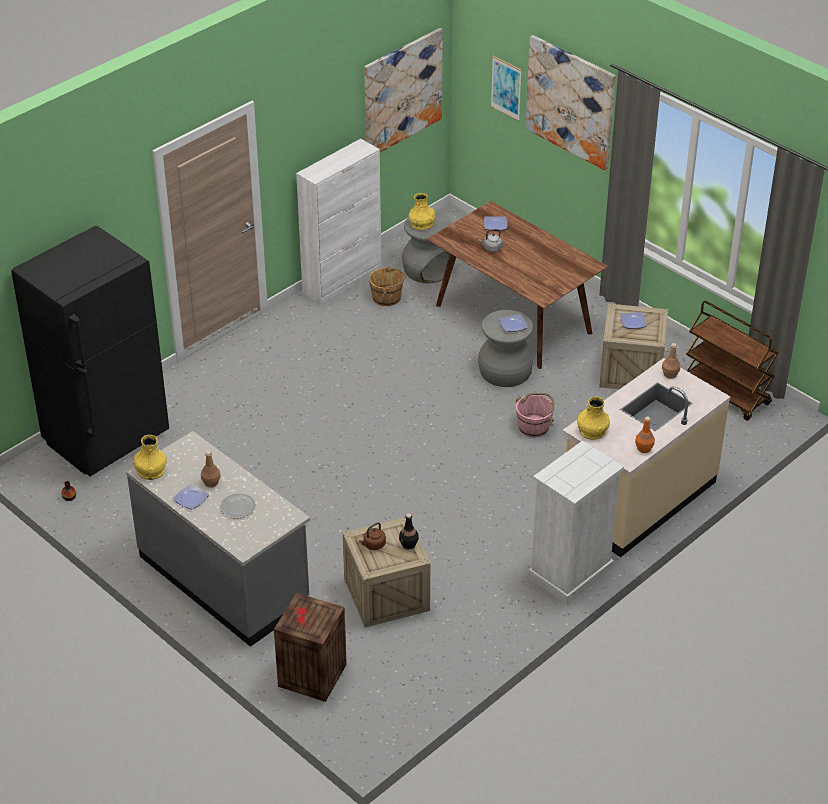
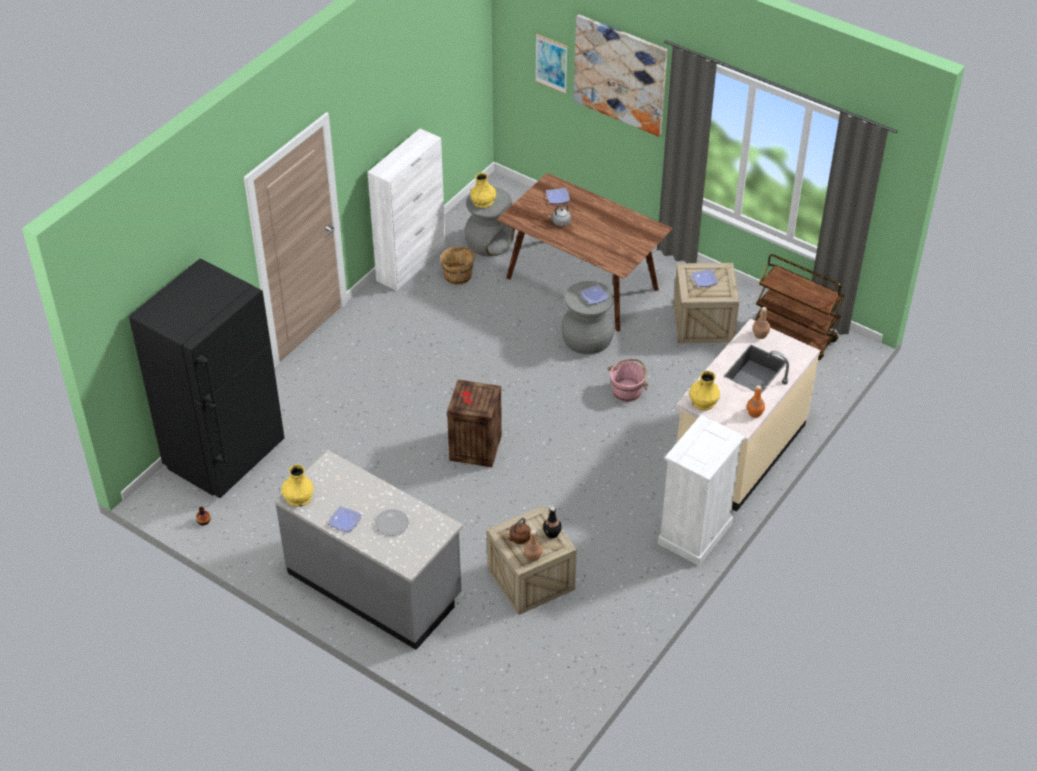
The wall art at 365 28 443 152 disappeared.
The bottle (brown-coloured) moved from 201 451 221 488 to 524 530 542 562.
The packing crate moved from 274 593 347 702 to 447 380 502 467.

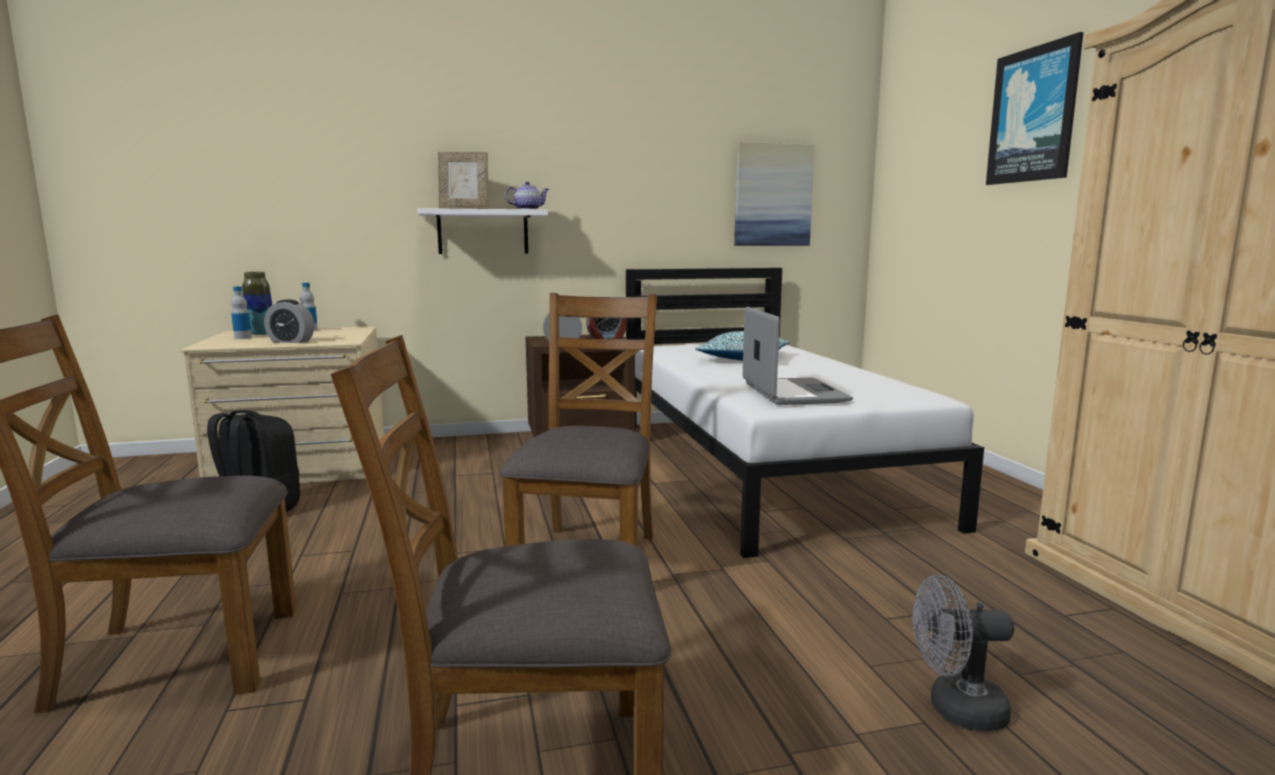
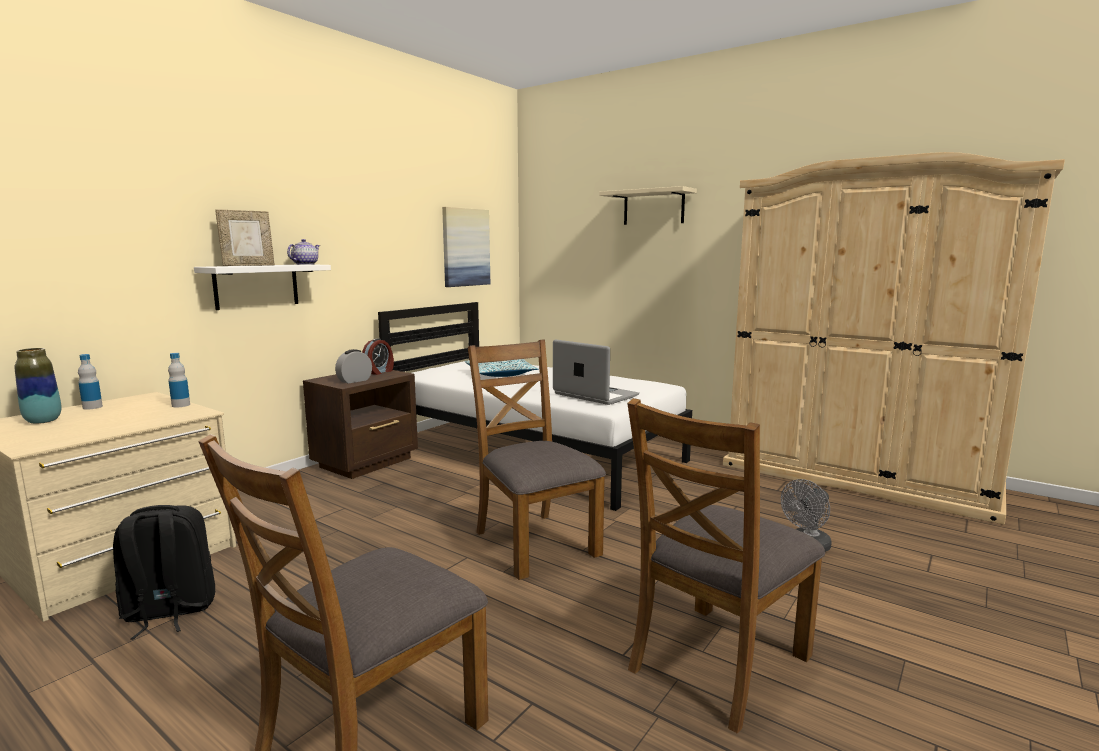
The bedside clock at 264 299 314 343 disappeared.
The bottle moved from 231 286 252 339 to 168 353 190 407.
The wall art at 986 32 1084 185 was replaced by the shelf (beige-coloured) at 599 186 697 225.

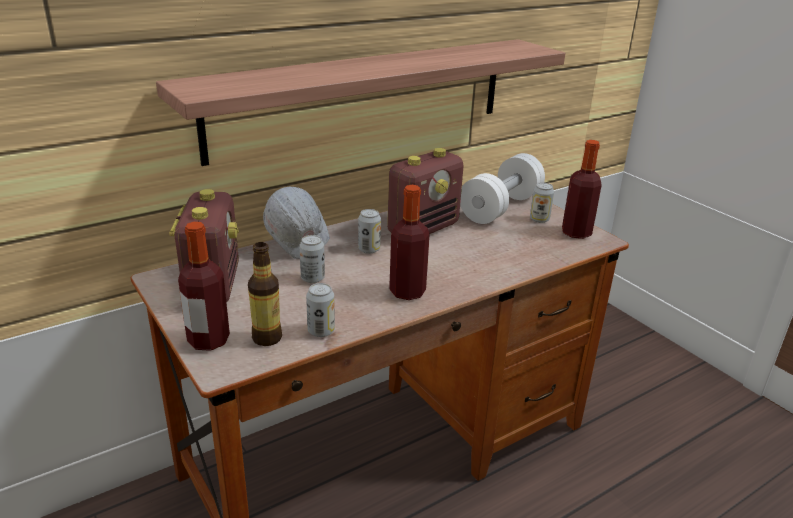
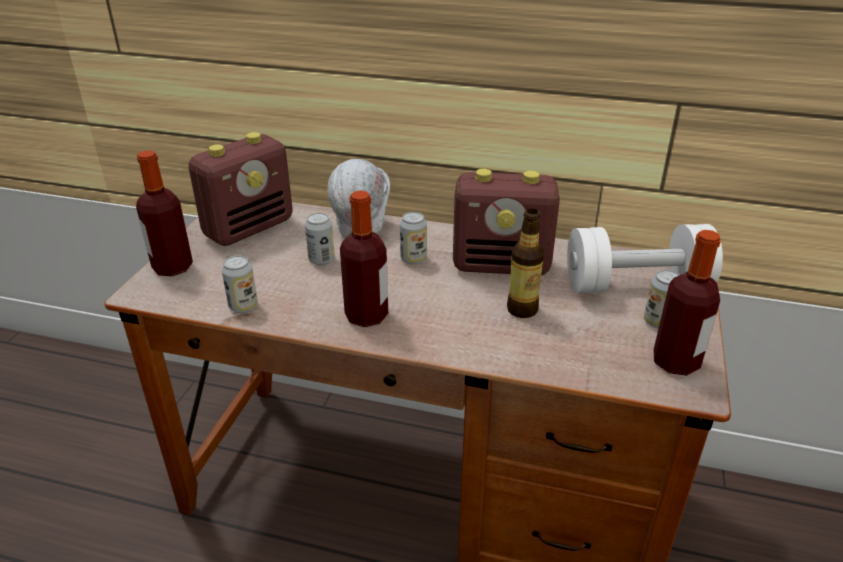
The shelf at 156 39 565 166 disappeared.
The bottle moved from 248 242 282 346 to 507 208 544 318.

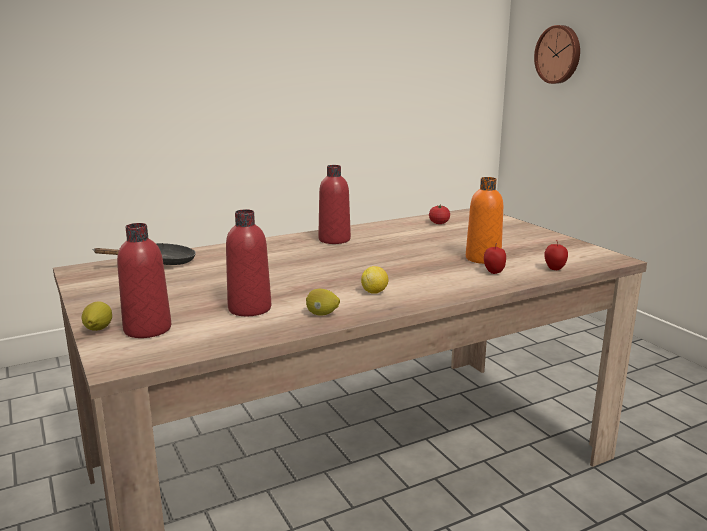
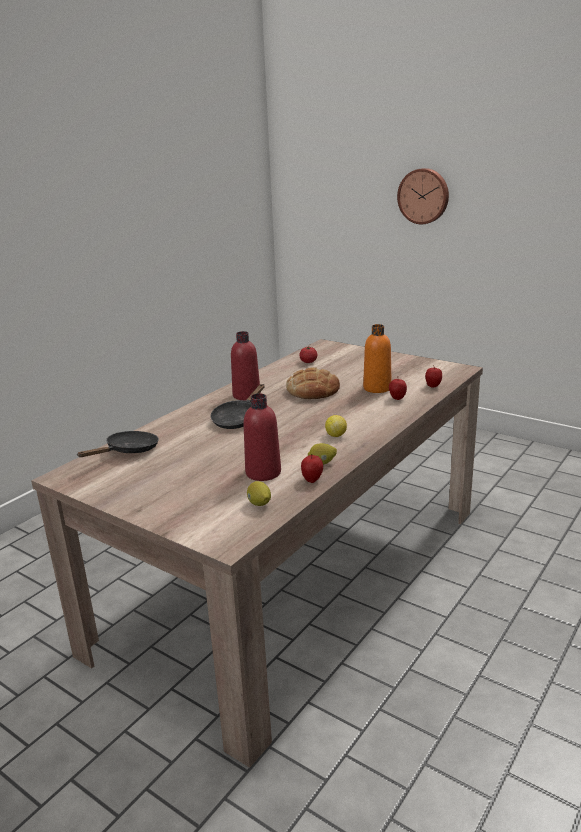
The bottle (red) at 117 223 171 338 disappeared.
The pan (black-coloured) at 211 384 265 429 appeared.
The bakery bread at 286 367 340 399 appeared.
The whole apple at 301 454 323 483 appeared.
The whole lemon moved from 82 301 112 331 to 247 481 271 506.
The hanging clock moved from 534 25 580 84 to 397 168 449 224.

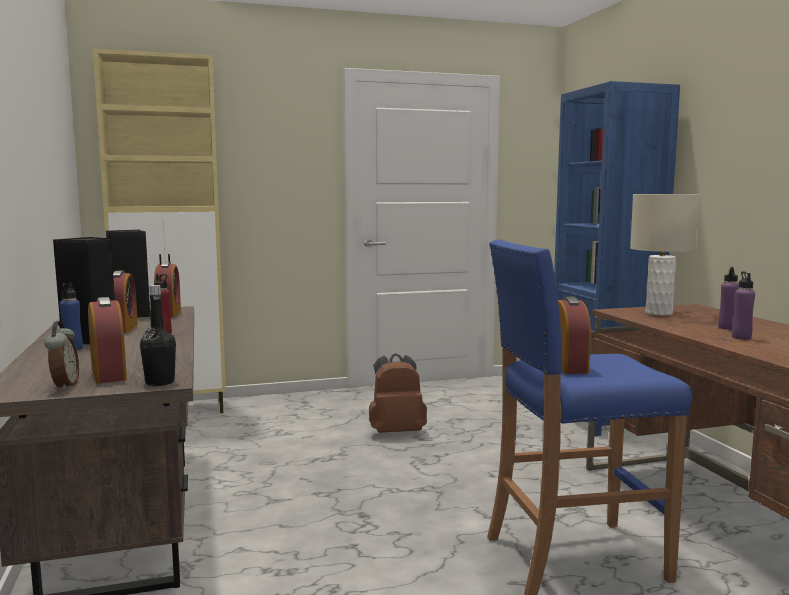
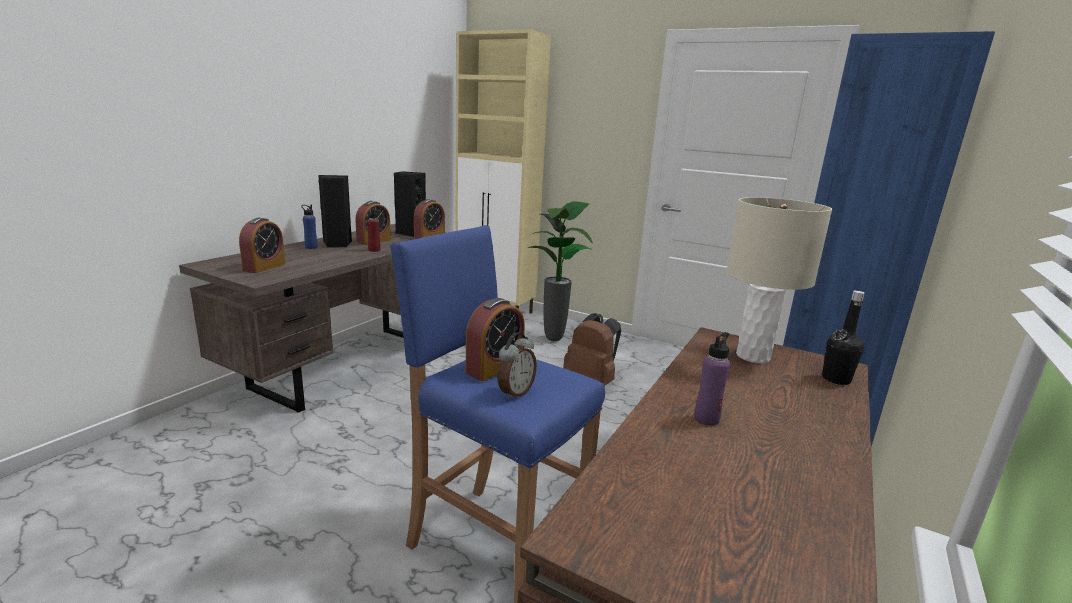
The bottle (purplish) at 718 267 739 330 disappeared.
The plant in a pot at 528 202 593 341 appeared.
The bedside clock moved from 44 321 79 391 to 497 332 537 400.
The bottle (black-coloured) moved from 140 285 176 386 to 822 291 865 385.

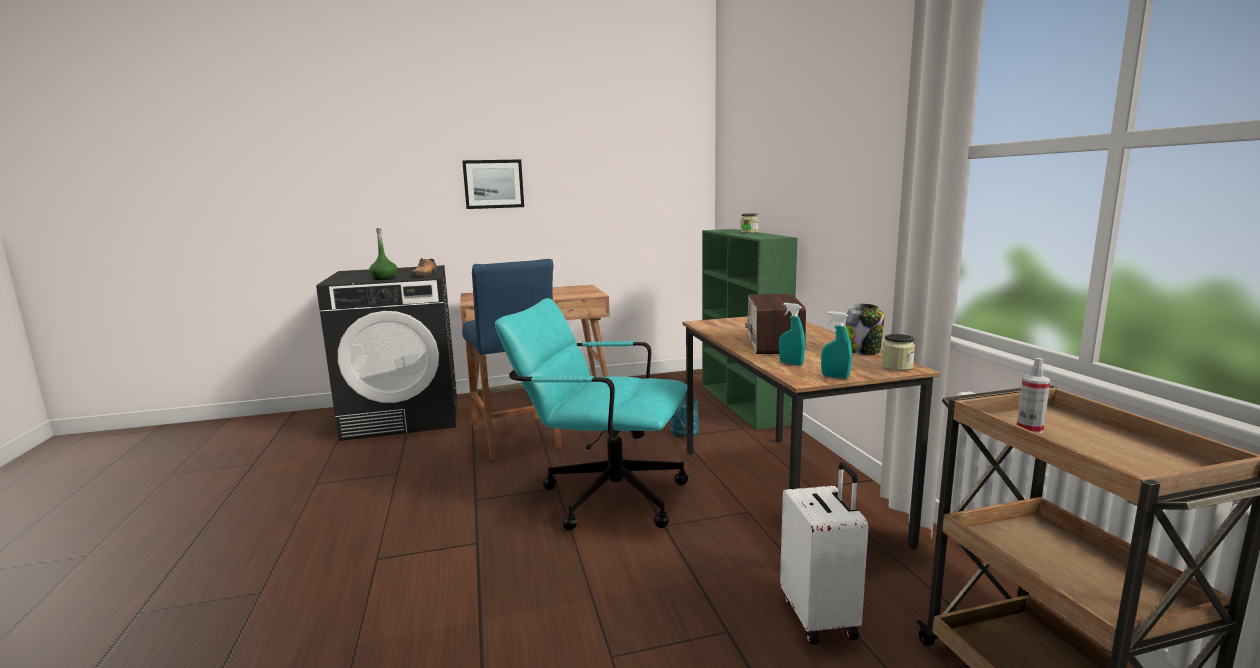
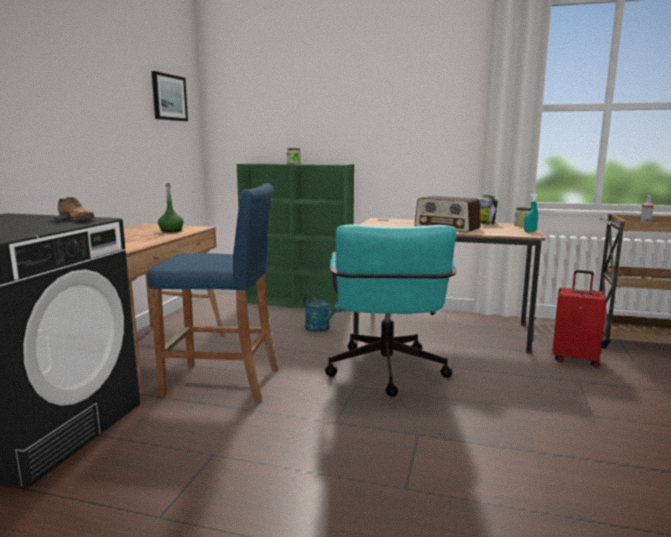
The spray bottle (turquoise-coloured) at 779 303 805 366 disappeared.
The bottle (green-coloured) moved from 369 228 397 280 to 158 183 184 232.
The wall art moved from 462 160 524 209 to 152 71 188 121.
The piece of luggage (whitish) at 780 462 868 645 became the piece of luggage (red) at 552 270 607 368.
The desk chair (turquoise-coloured) at 495 298 688 531 turned 45 degrees counterclockwise.

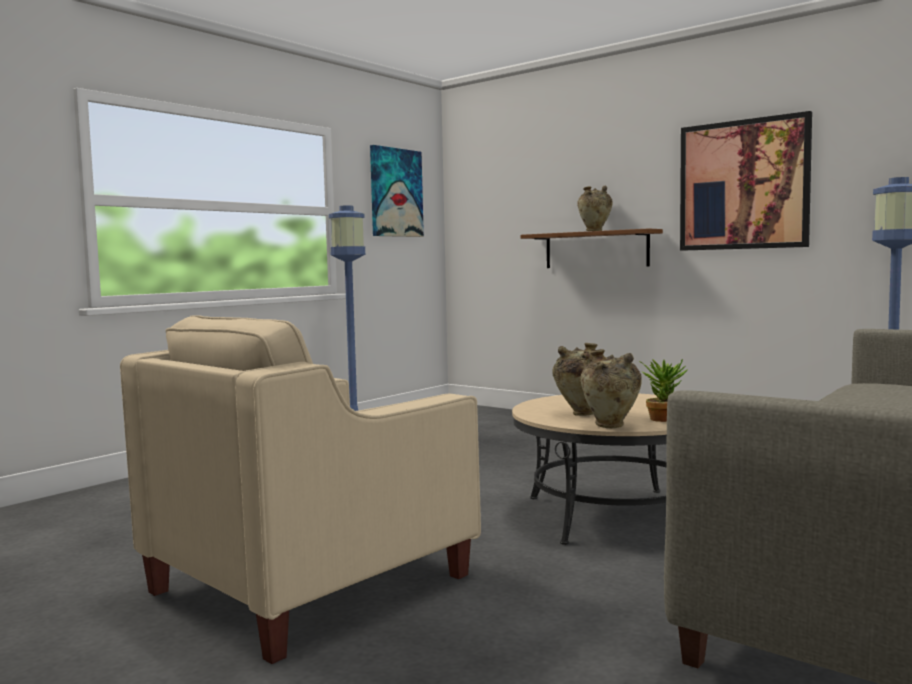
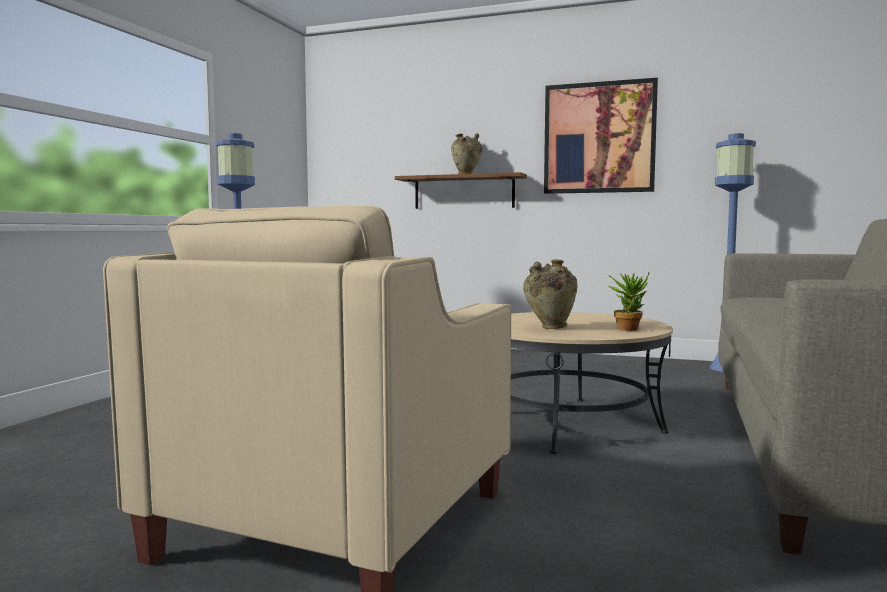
The wall art at 370 145 424 237 disappeared.
The vase (beige-coloured) at 580 349 642 428 disappeared.

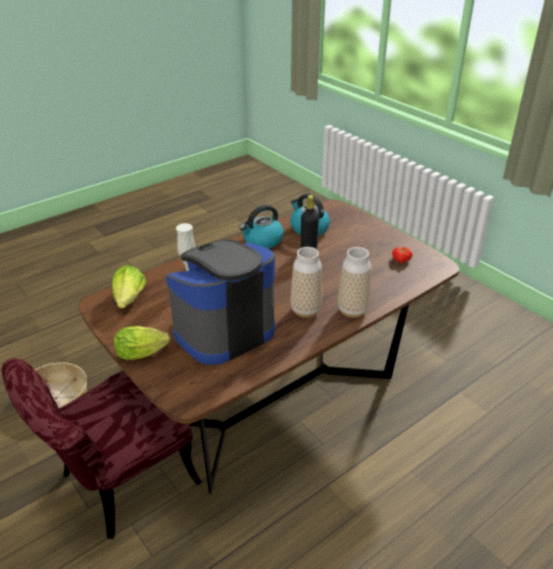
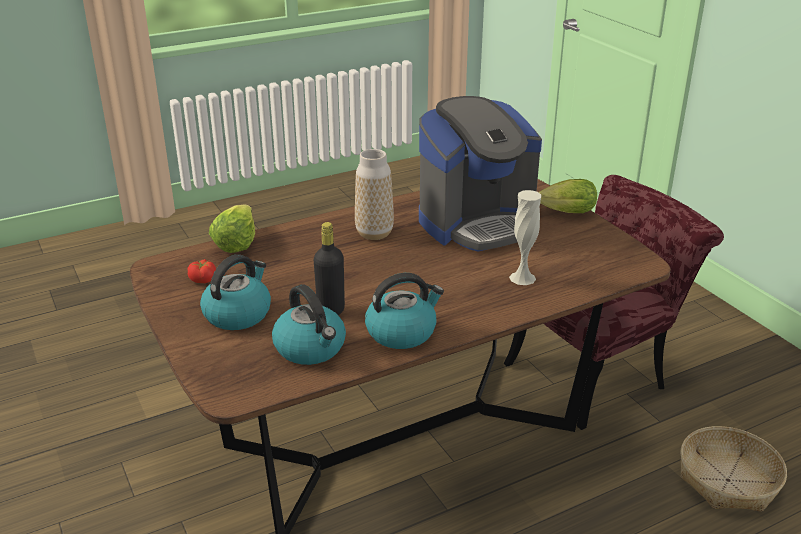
The vase at 338 247 371 318 disappeared.
The water kettle at 200 254 271 330 appeared.
The head of lettuce moved from 112 265 146 308 to 209 204 255 253.

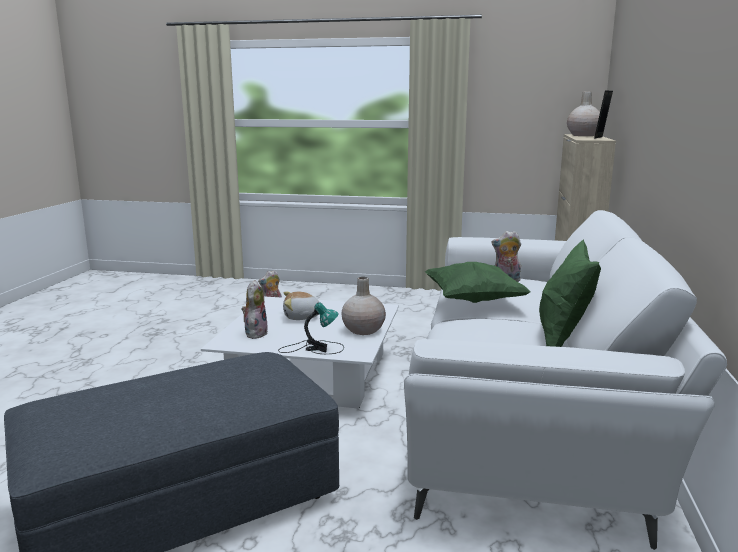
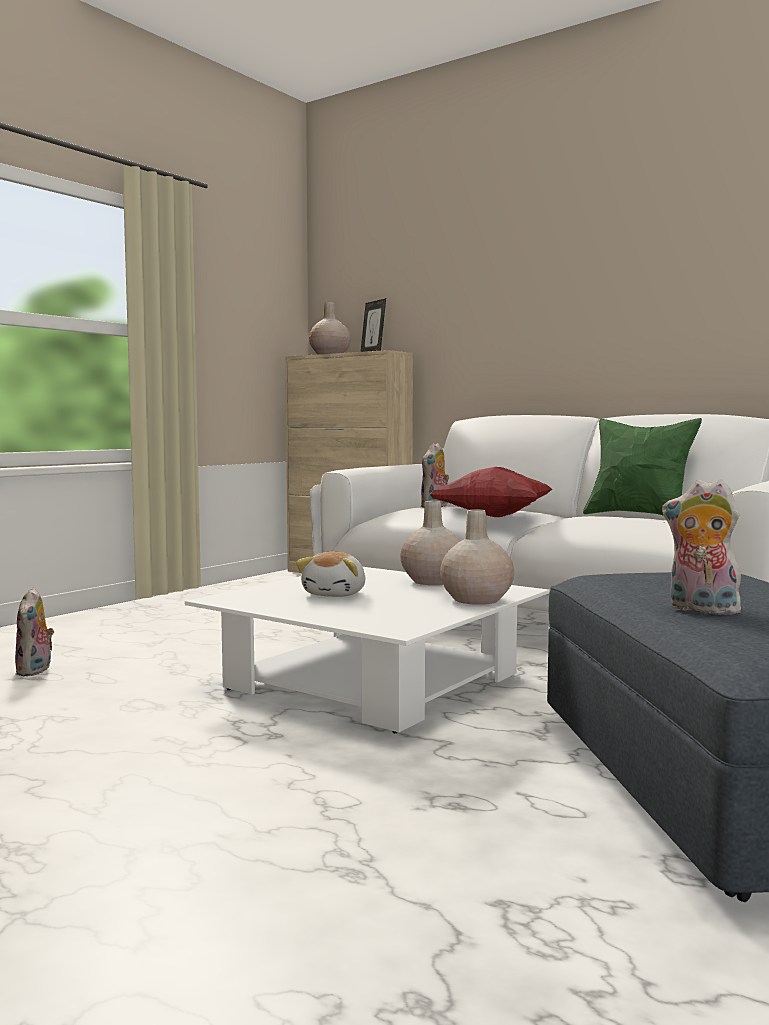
The soft toy moved from 241 280 268 339 to 662 480 745 615.
The lamp for a table at 278 302 344 354 was replaced by the vase (beige-coloured) at 440 509 514 605.
The cushion (green-coloured) at 425 262 531 303 became the cushion (red) at 429 467 552 517.

